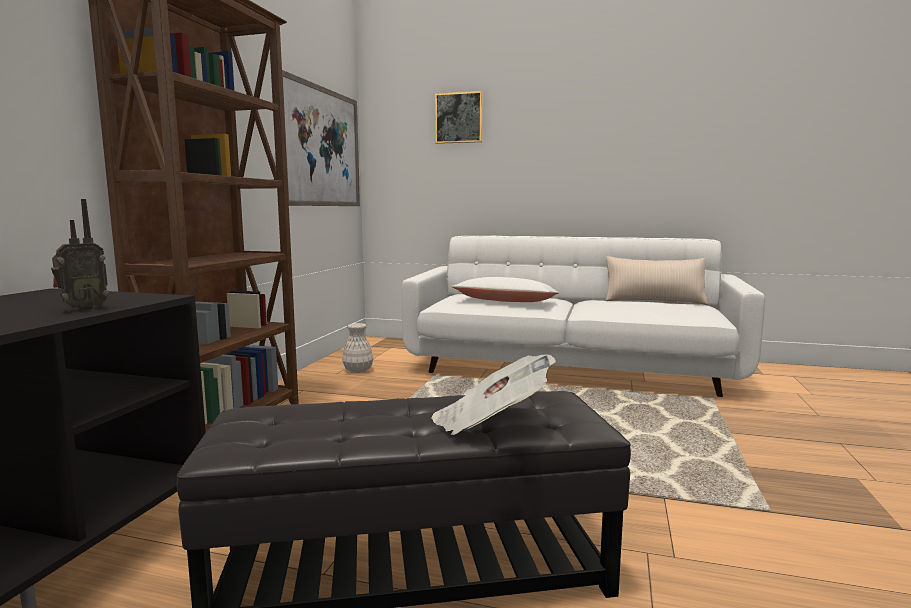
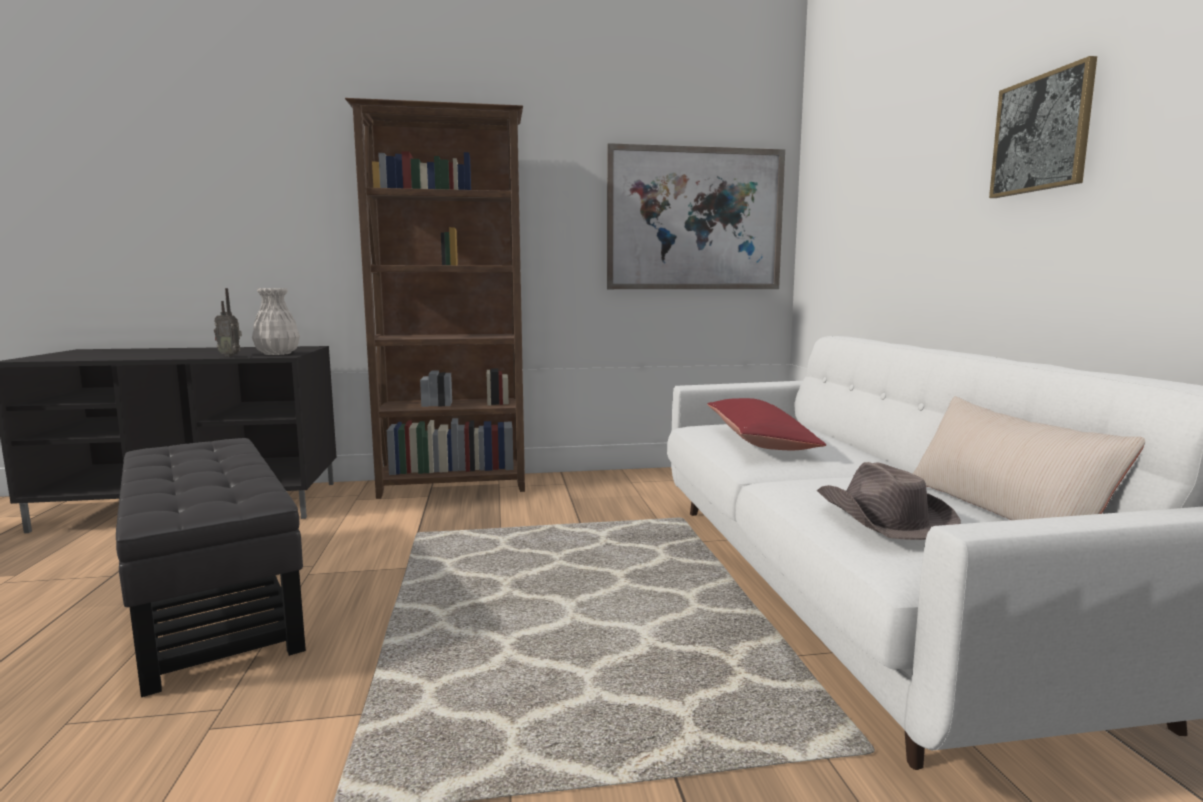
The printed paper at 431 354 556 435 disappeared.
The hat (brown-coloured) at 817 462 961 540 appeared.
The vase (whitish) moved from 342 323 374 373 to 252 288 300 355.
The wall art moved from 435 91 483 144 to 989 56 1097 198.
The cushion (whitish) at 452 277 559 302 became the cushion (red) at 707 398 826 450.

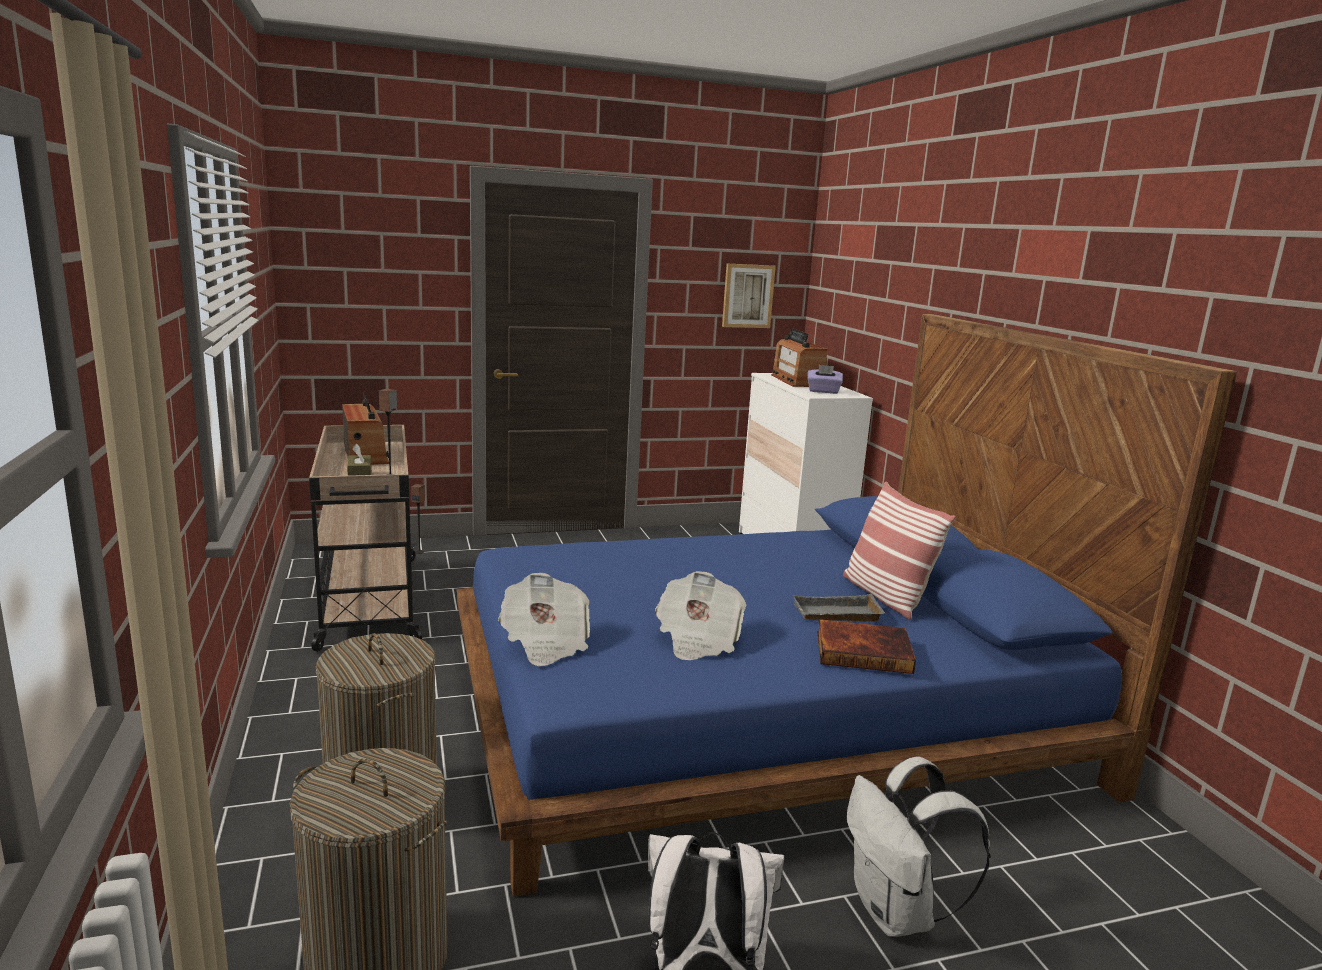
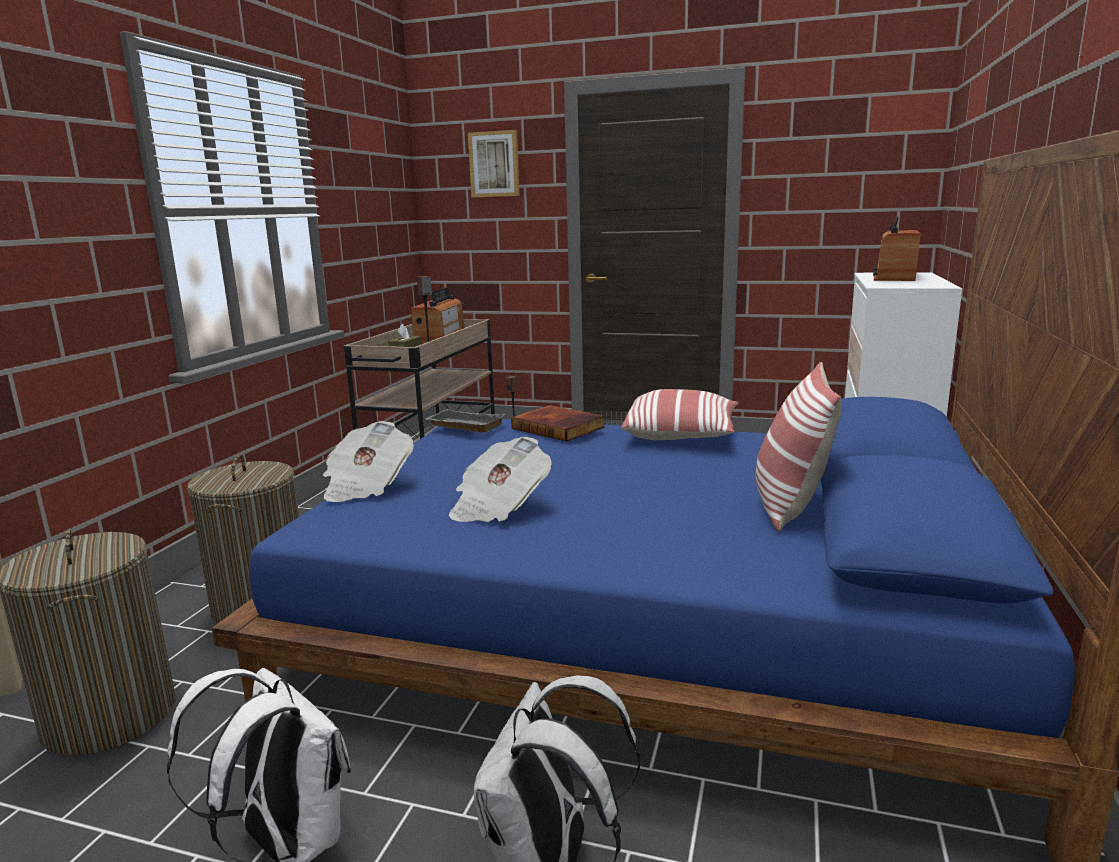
The box of tissues (purplish) at 808 365 843 394 disappeared.
The cushion at 621 389 739 440 appeared.
The wall art moved from 722 264 776 328 to 468 130 520 197.
The tray (greyish) moved from 792 594 885 622 to 425 409 505 433.
The volume moved from 817 619 916 674 to 511 405 605 441.

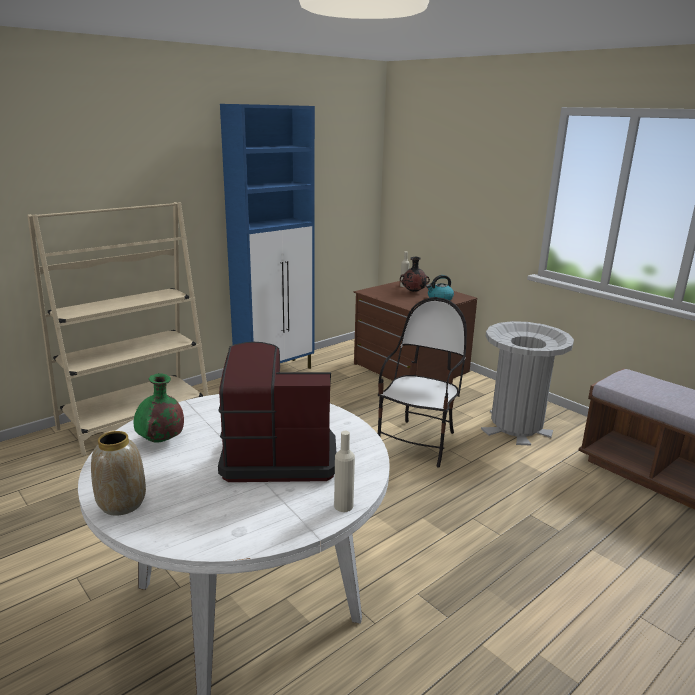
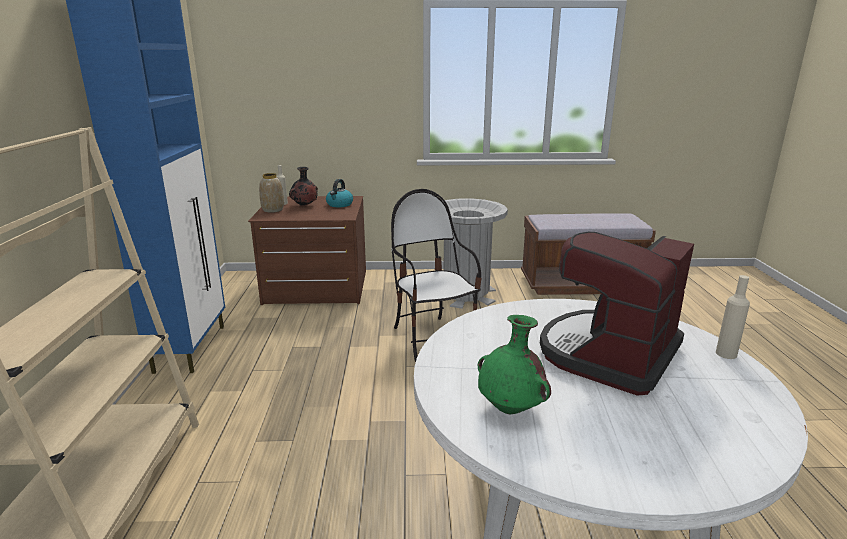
The vase moved from 91 431 146 516 to 259 173 284 213.

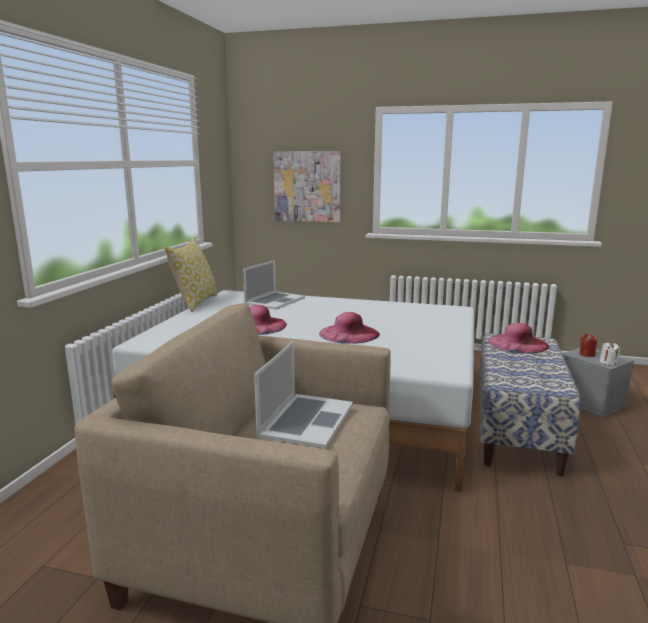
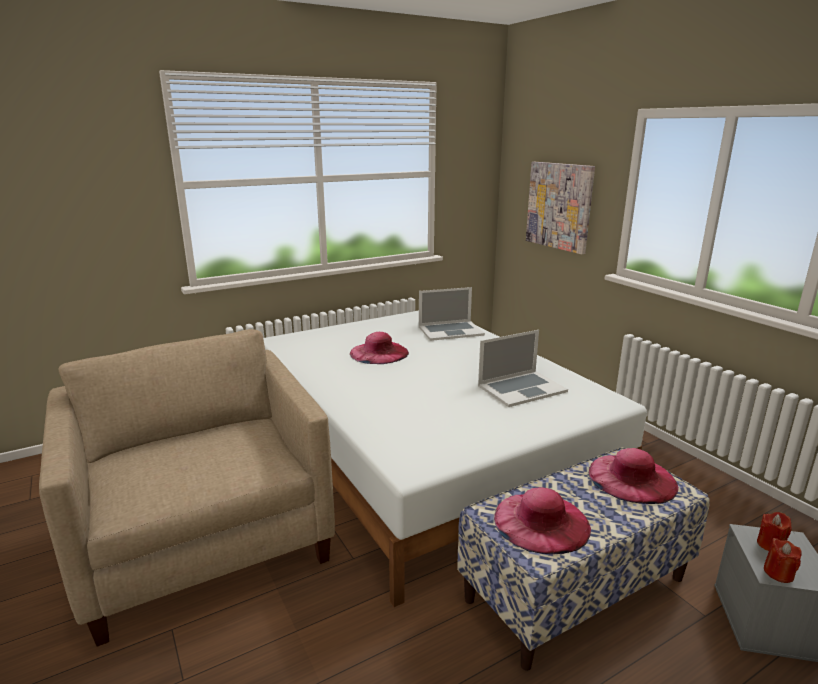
The cushion at 164 237 217 312 disappeared.
The notebook computer moved from 254 341 353 449 to 478 330 568 407.
The hat (pink) moved from 319 312 380 344 to 494 487 591 554.
The wax candle (whitish) at 600 342 620 366 became the wax candle (red) at 764 538 802 583.

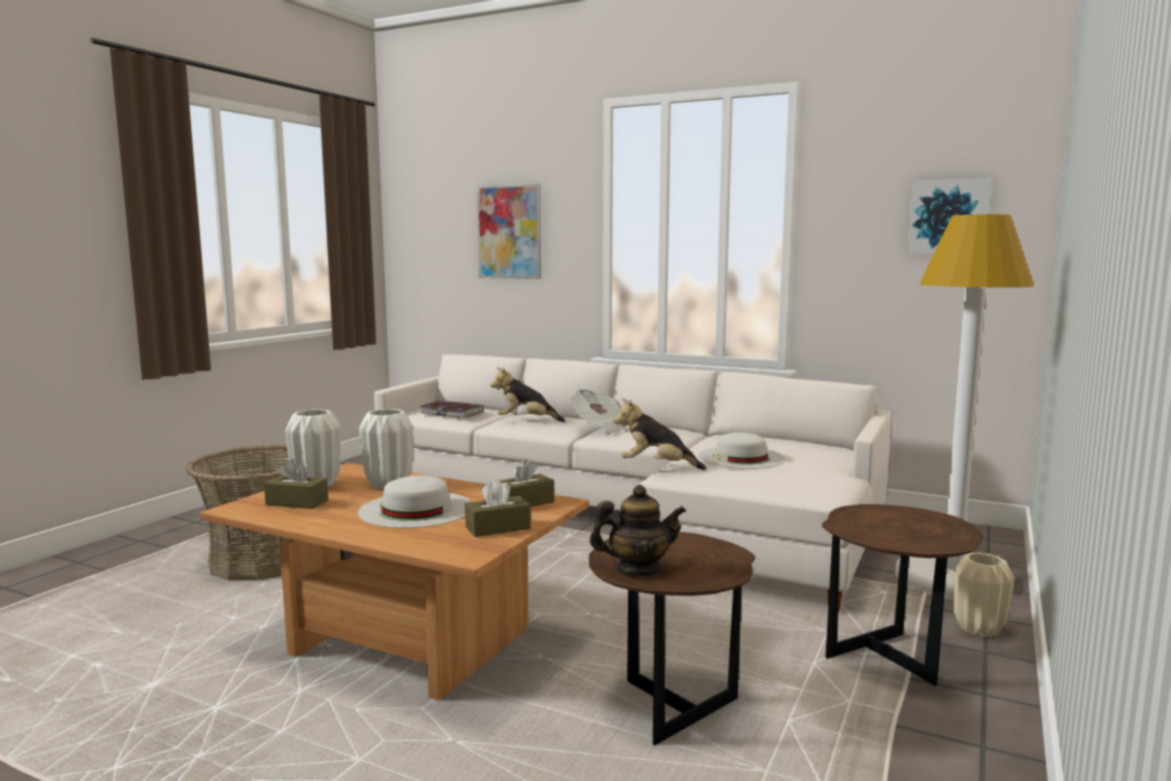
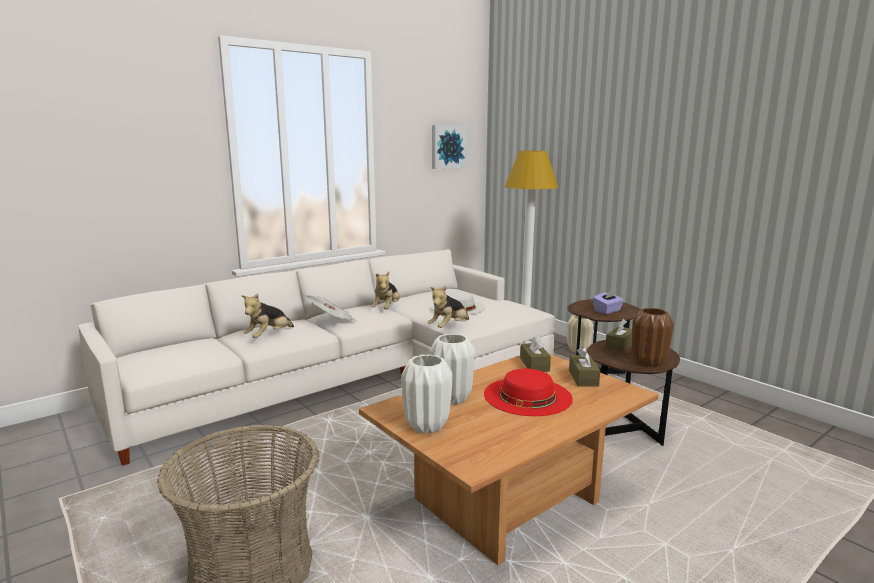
The volume at 419 401 484 418 disappeared.
The wall art at 477 184 541 279 disappeared.
The soft toy at 371 272 400 310 appeared.
The box of tissues (purplish) at 593 290 624 314 appeared.
The box of tissues (brown-coloured) moved from 264 459 328 509 to 605 319 632 352.
The pot for tea at 590 485 686 576 was replaced by the vase (brown-coloured) at 632 308 674 367.
The hat (whitish) at 358 476 472 528 became the hat (red) at 484 369 573 416.

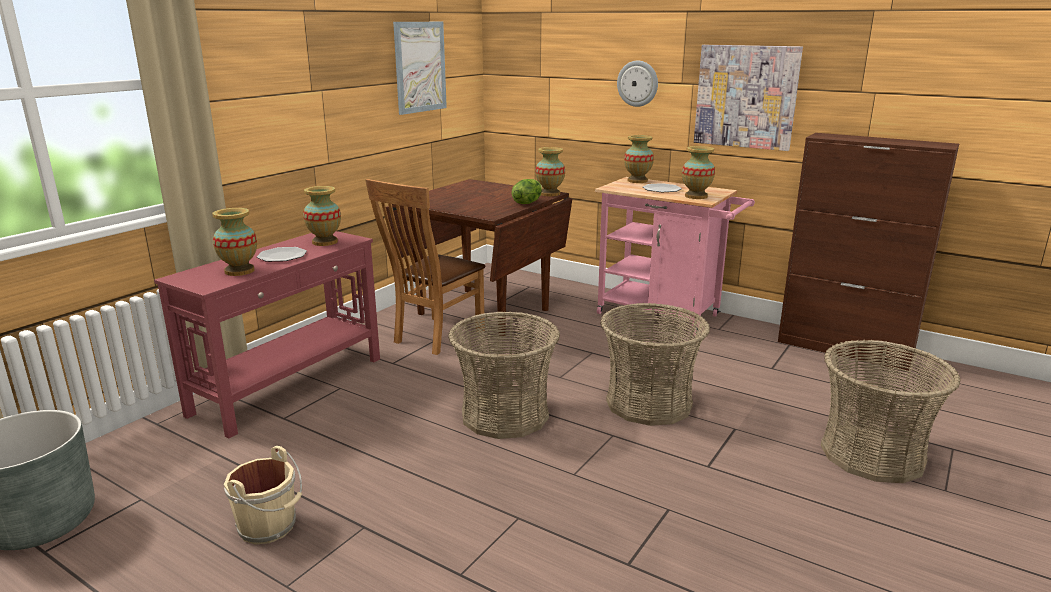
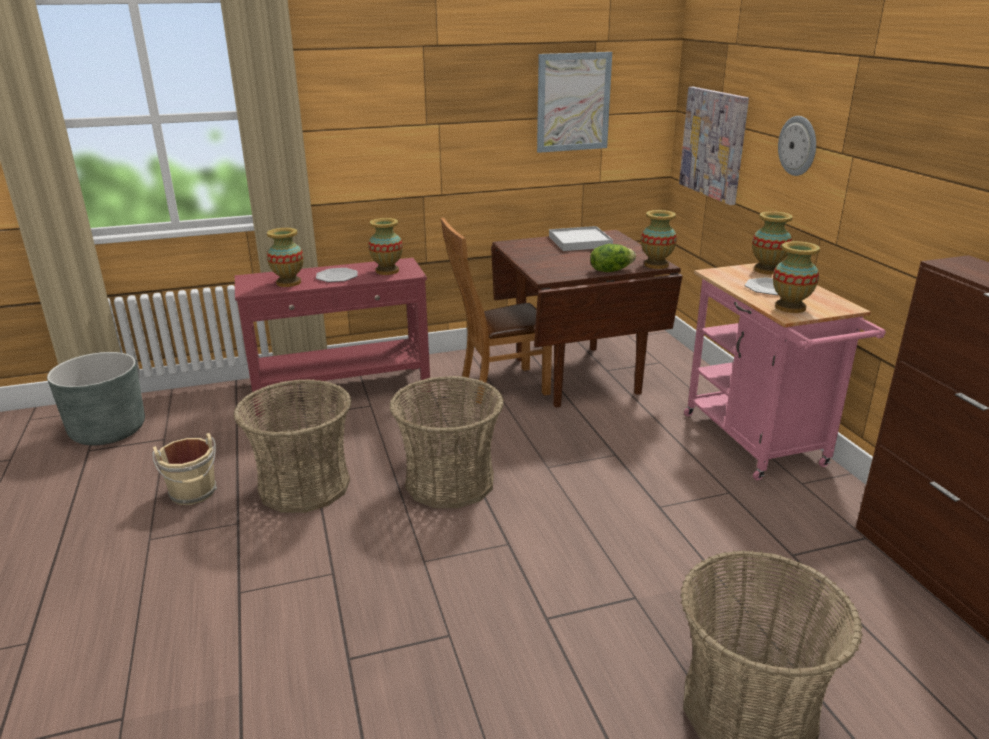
The tray (whitish) at 549 226 613 251 appeared.
The storage basket moved from 600 303 710 426 to 233 379 351 513.
The wall art moved from 694 45 803 151 to 679 87 749 205.

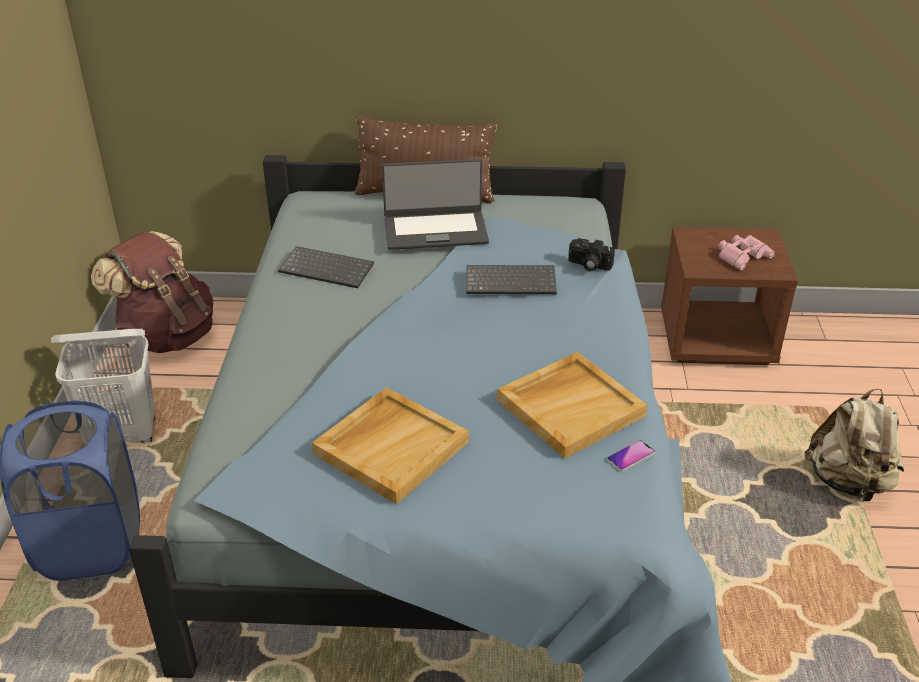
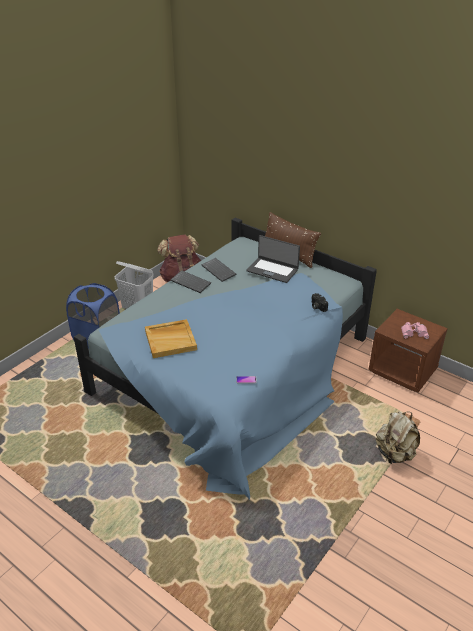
The tray (beige-coloured) at 497 352 648 459 disappeared.
The computer keyboard moved from 466 265 557 294 to 170 270 211 293.

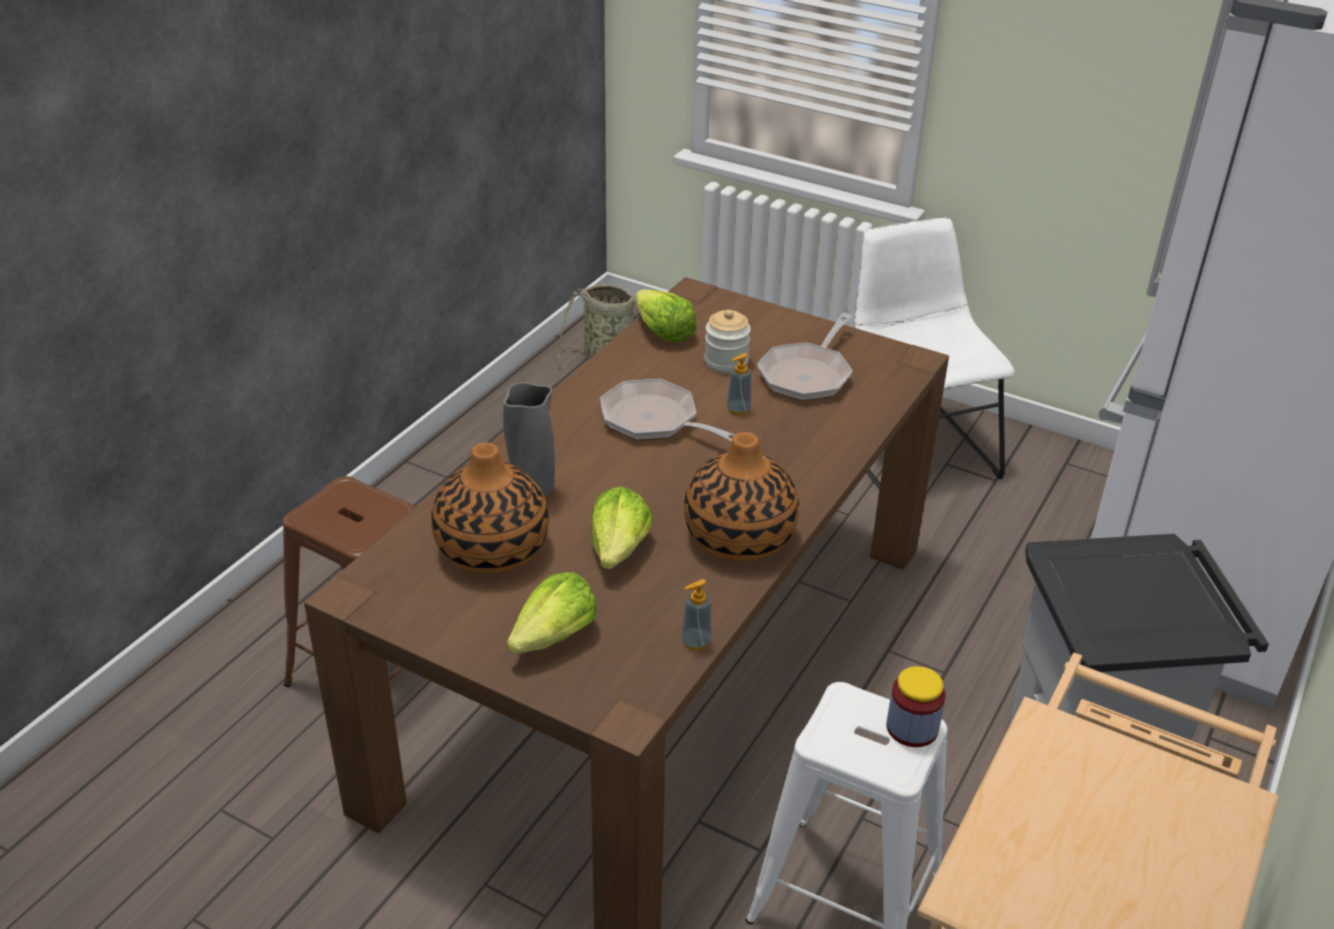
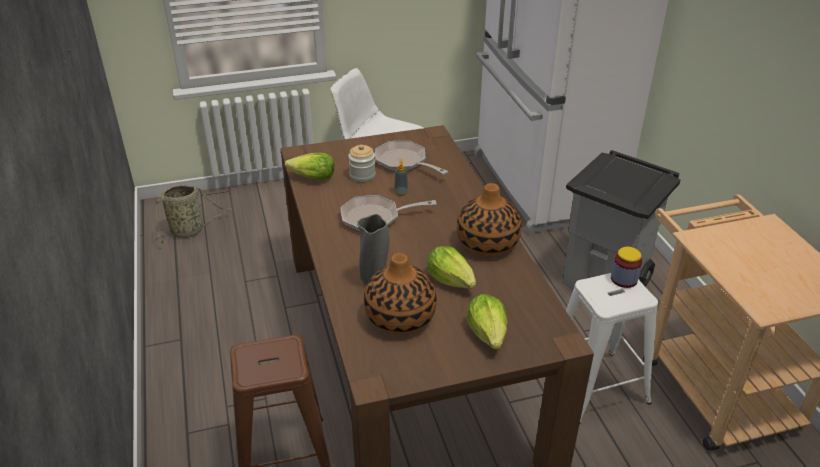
The liquid soap bottle at 681 579 712 651 disappeared.
The pan at 757 313 853 401 turned 150 degrees clockwise.

